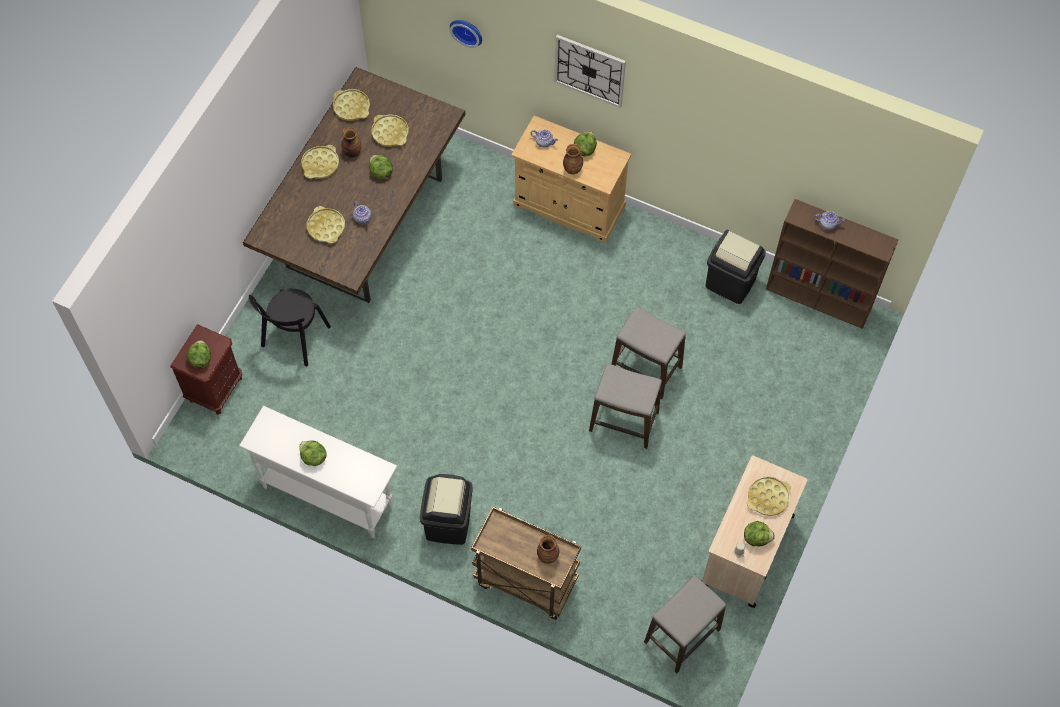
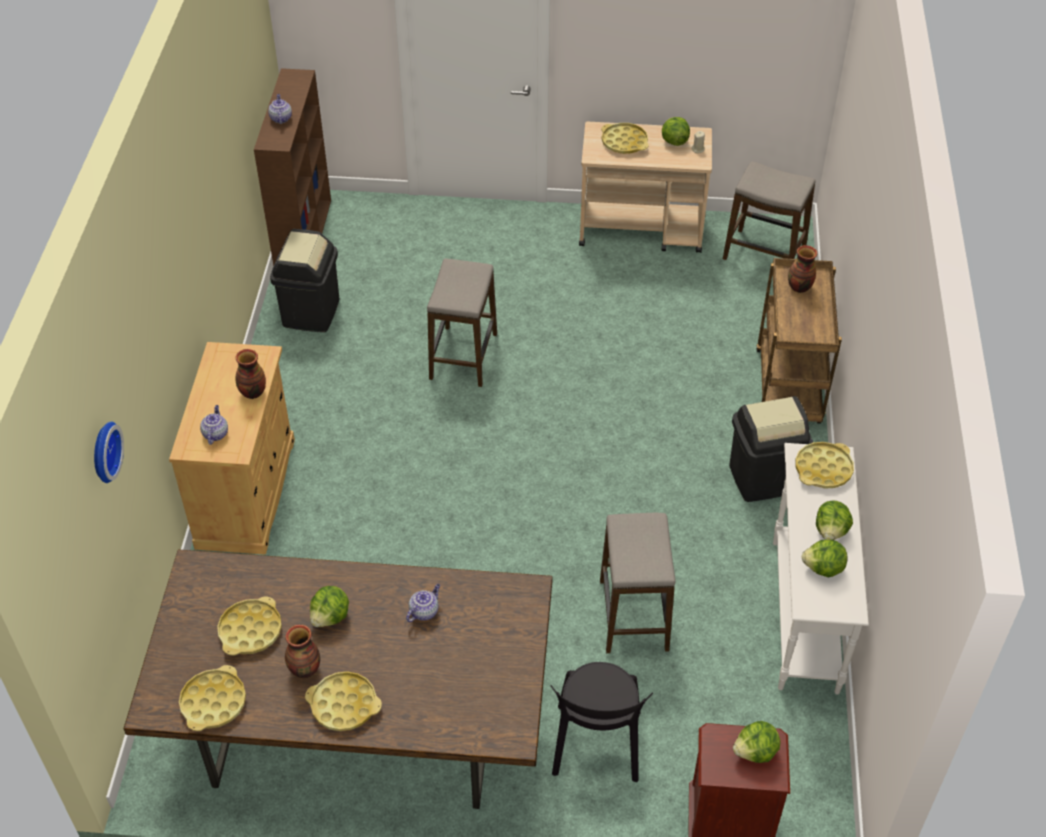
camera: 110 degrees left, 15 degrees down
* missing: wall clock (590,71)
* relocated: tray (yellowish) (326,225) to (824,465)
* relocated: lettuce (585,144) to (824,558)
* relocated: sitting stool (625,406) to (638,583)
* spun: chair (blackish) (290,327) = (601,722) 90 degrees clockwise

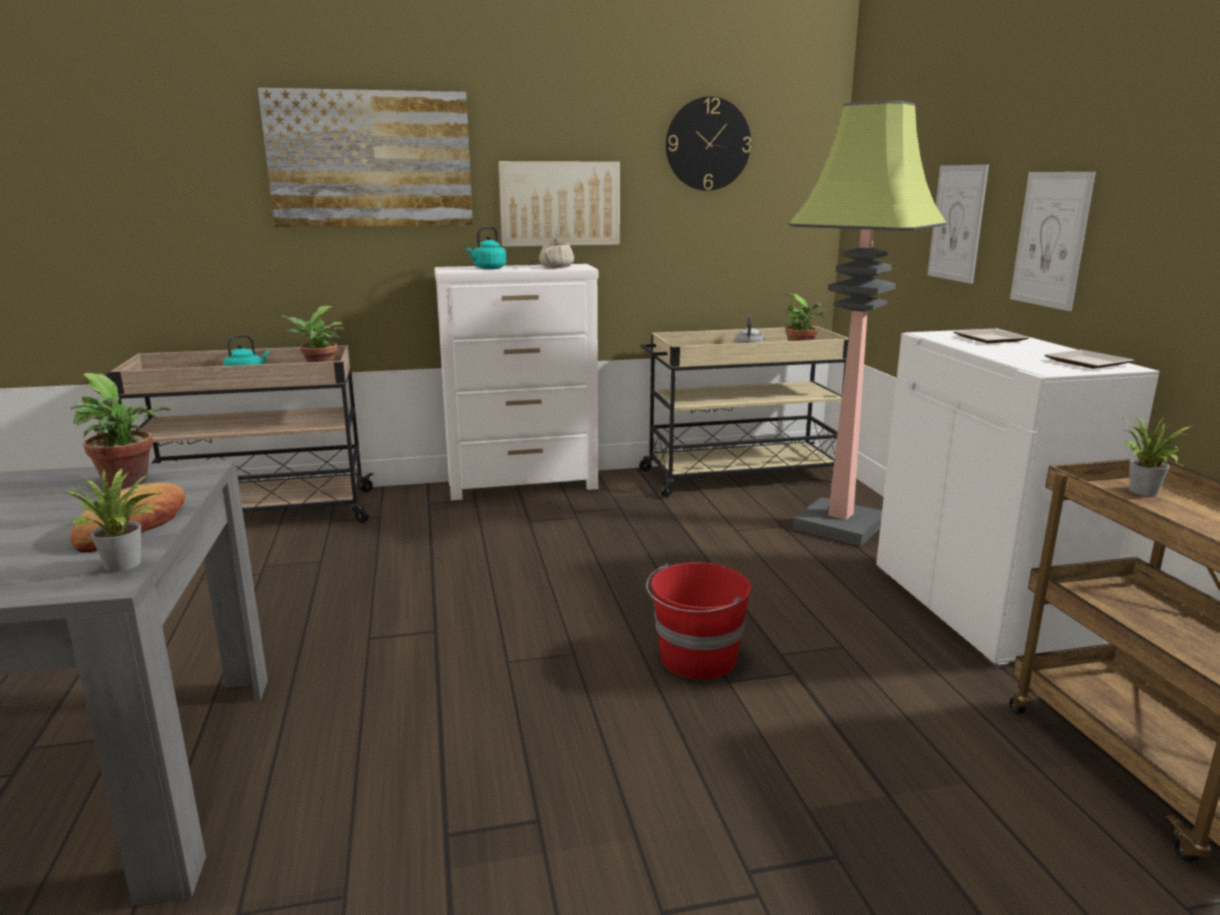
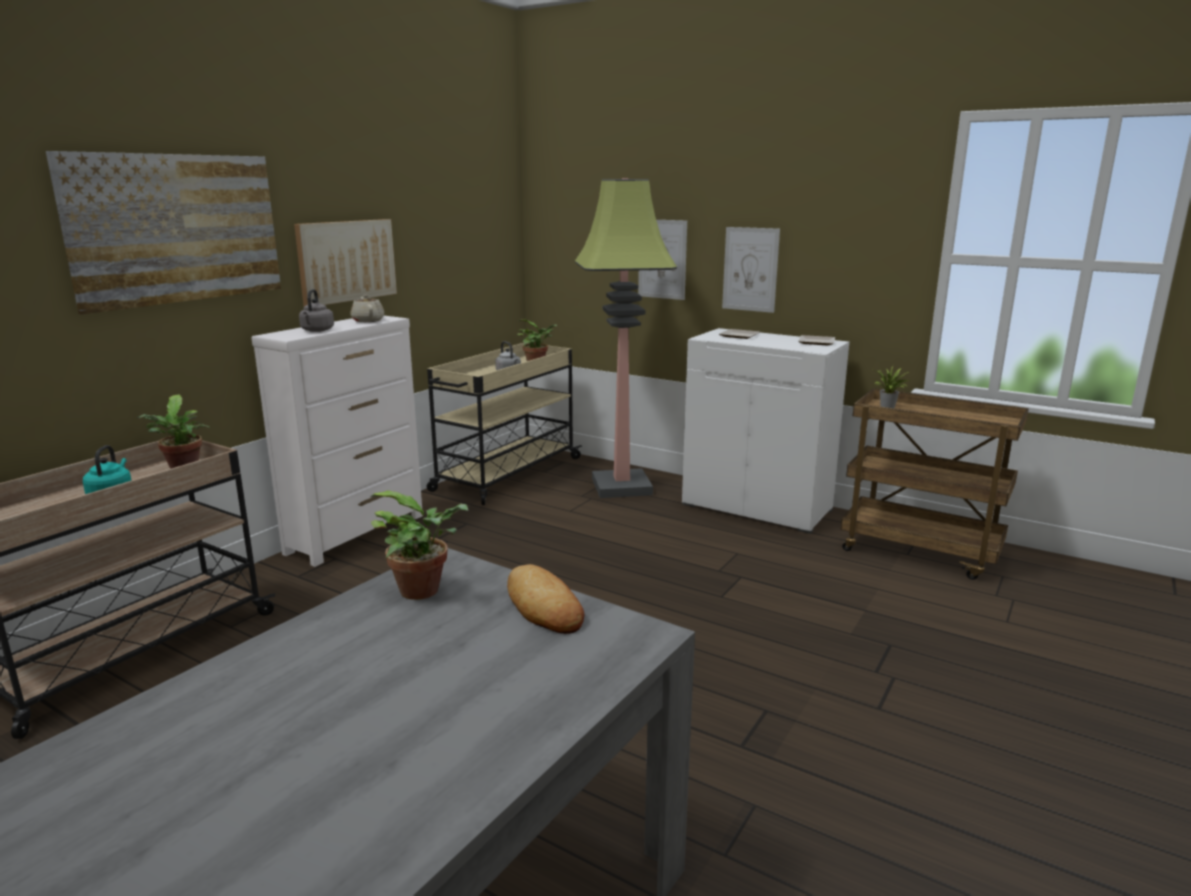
camera: 45 degrees left, 0 degrees up
* missing: potted plant (106,520)
* missing: bucket (red-coloured) (699,621)
* missing: wall clock (708,143)
* colour: kettle (turquoise) (486,247) to kettle (greyish) (316,310)

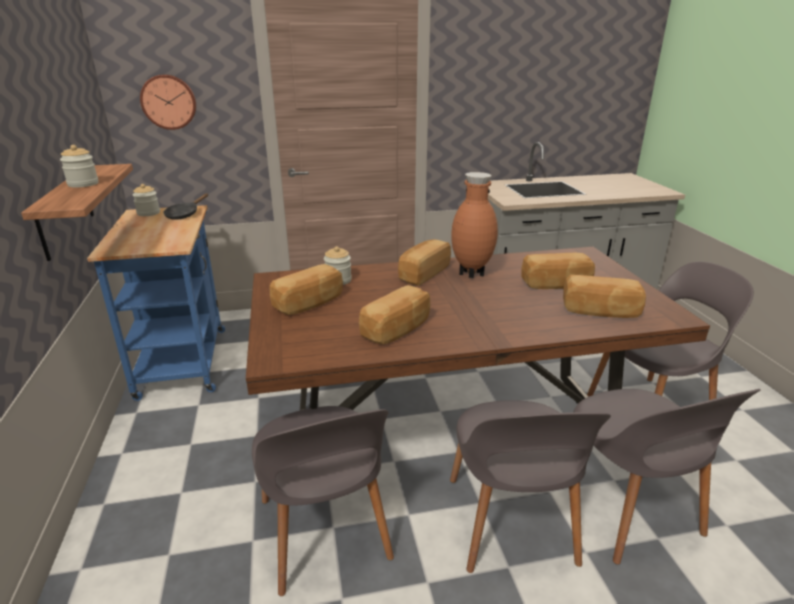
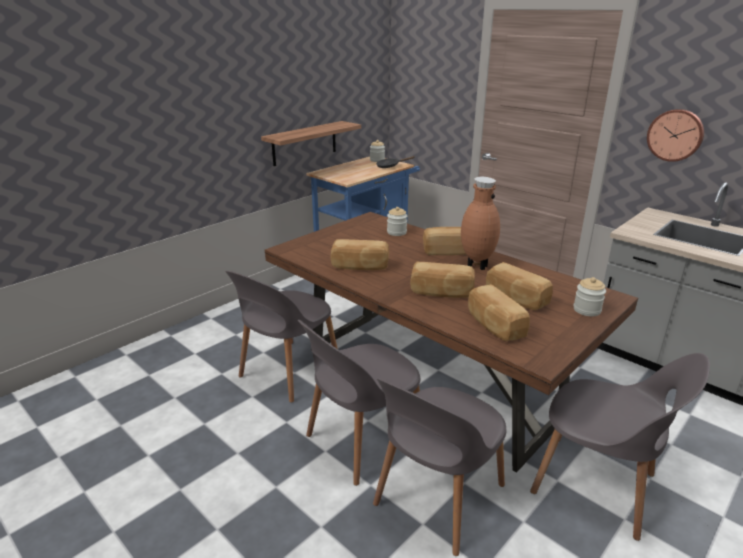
camera: 55 degrees right, 0 degrees up
* relocated: storage jar (79,166) to (590,296)
* relocated: wall clock (168,102) to (675,135)
* relocated: bread (306,289) to (442,280)

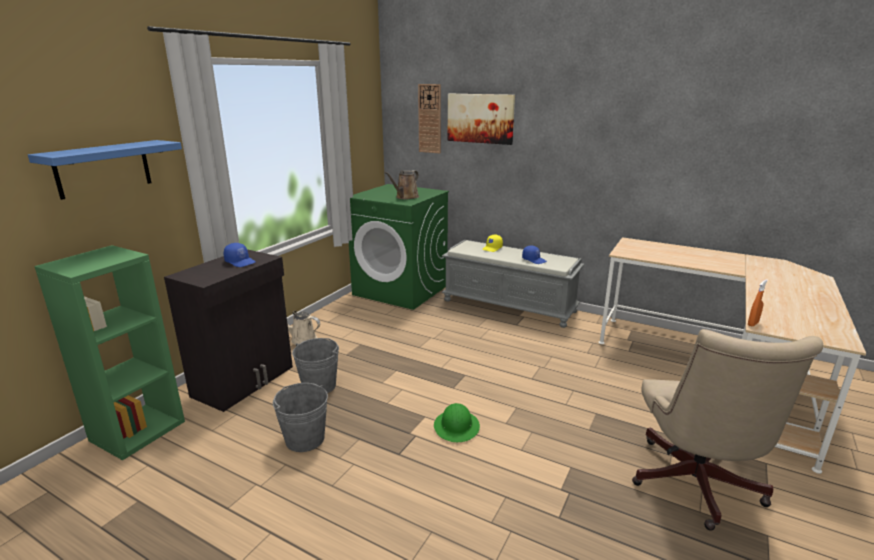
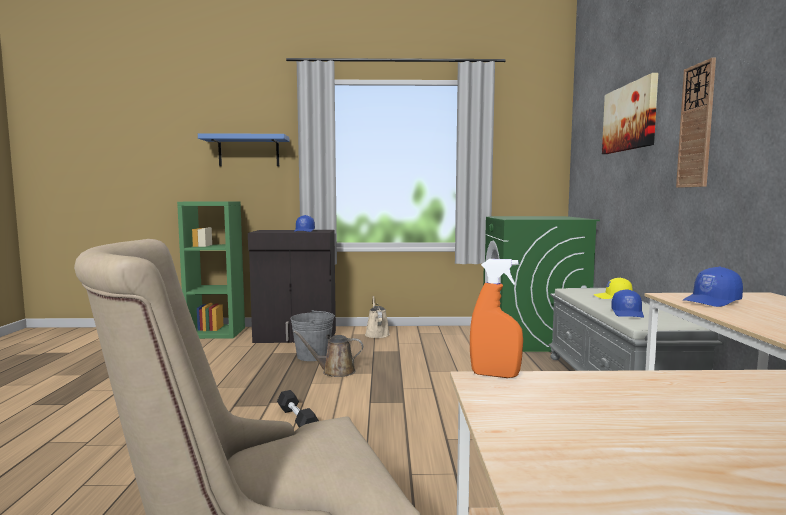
camera: 60 degrees right, 15 degrees down
* missing: bucket (greyish) (300,417)
* appeared: baseball cap (blue-coloured) (712,287)
* relocated: watering pot (brownish) (402,185) to (328,354)
* relocated: wall clock (429,118) to (696,123)
* exchanged: safety helmet (green) (457,422) to hand weight (blackish) (298,408)

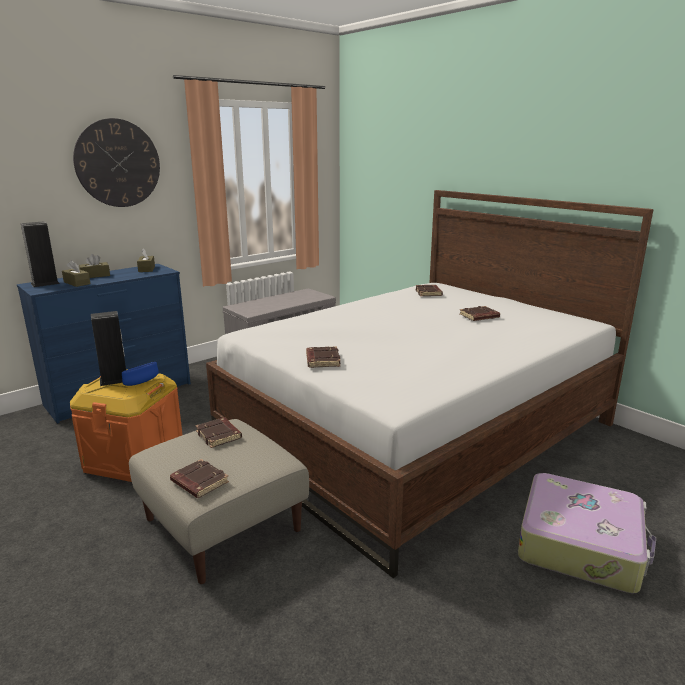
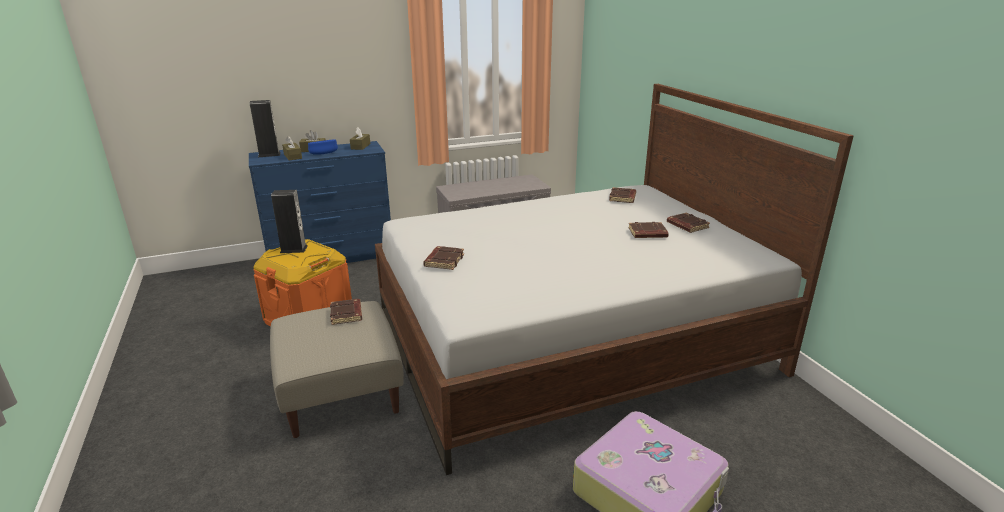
camera: 20 degrees right, 5 degrees up
* missing: wall clock (116,162)
* relocated: deep dish (blue-coloured) (140,374) to (323,147)
* relocated: bound book (brownish) (199,478) to (688,223)

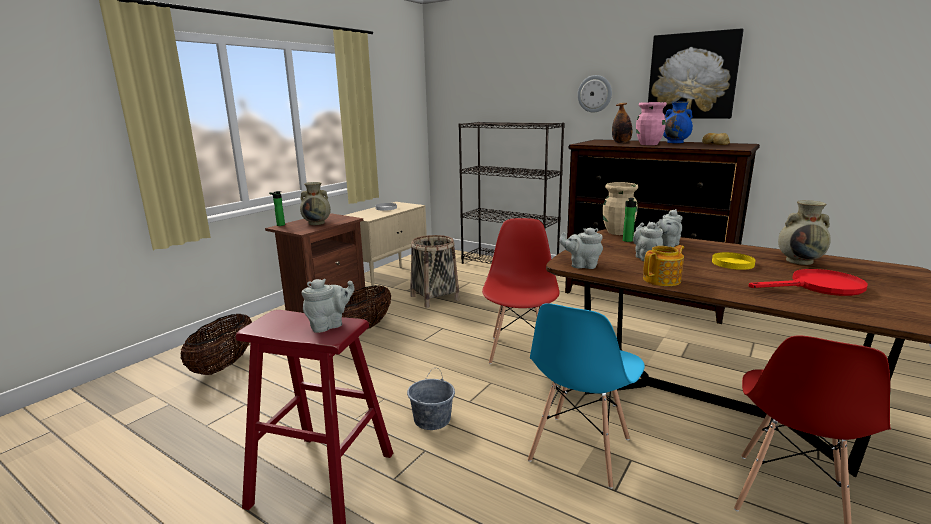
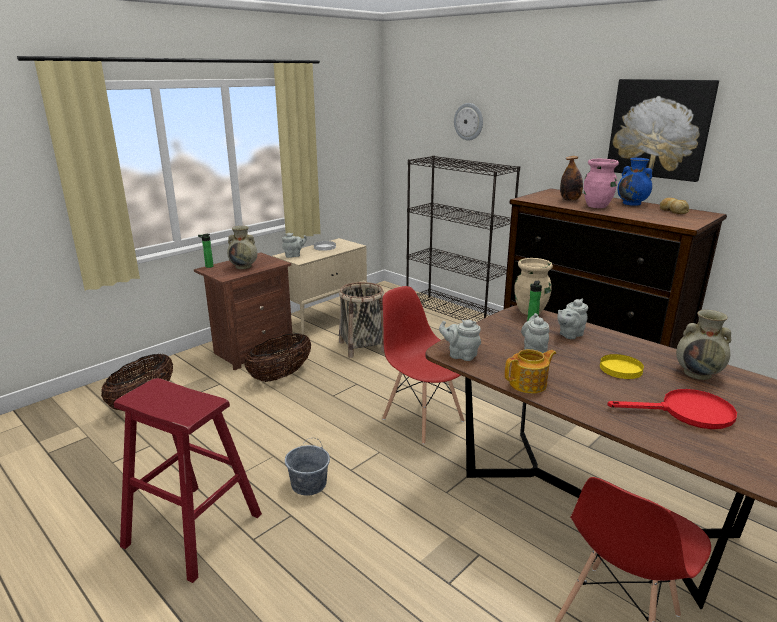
camera: 10 degrees right, 5 degrees up
* missing: chair (blue-coloured) (586,396)
* relocated: tea pot (greyish) (328,306) to (294,245)
* relocated: wall clock (594,94) to (468,122)
* spun: chair (red-coloured) (521,291) = (423,365) 60 degrees counterclockwise

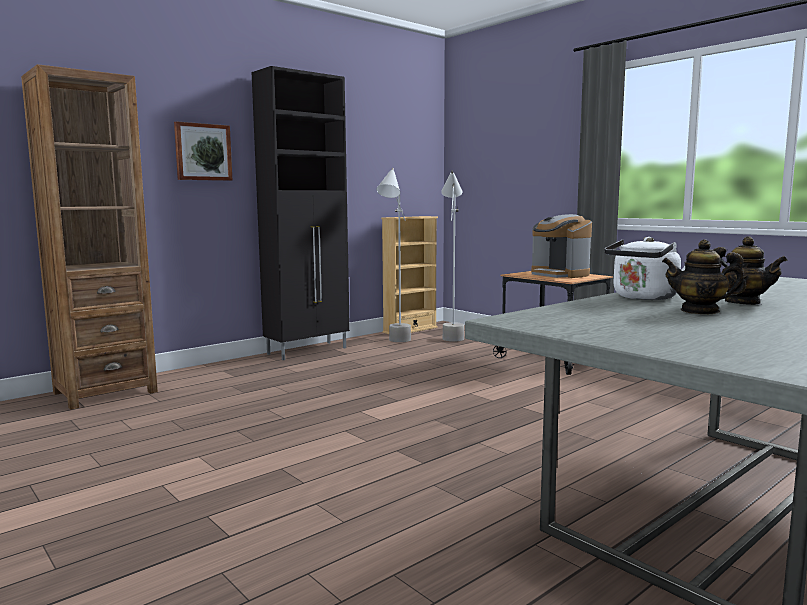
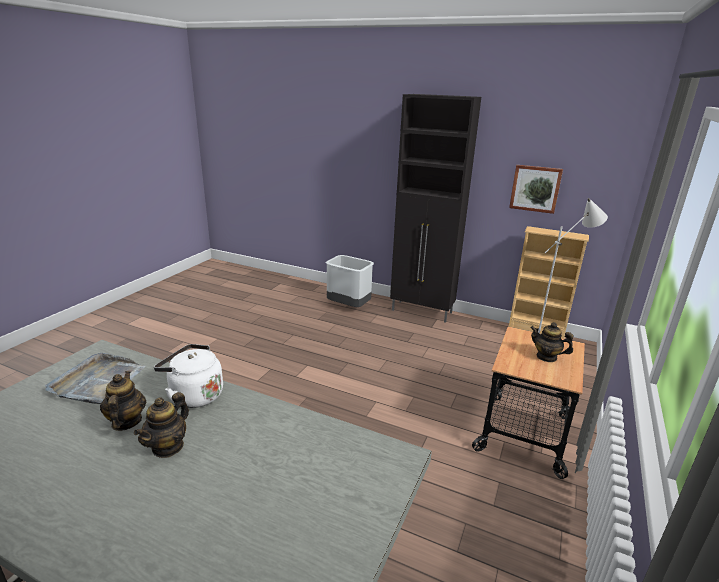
camera: 65 degrees right, 15 degrees up
* missing: shelving unit (brownish) (89,237)
* missing: floor lamp (greyish) (394,255)
* appeared: tray (greyish) (95,378)
* appeared: rubbish bin (greyish) (350,281)
* relocated: wall picture (203,151) to (536,189)
* exchanged: coffee machine (561,246) to tea pot (551,342)

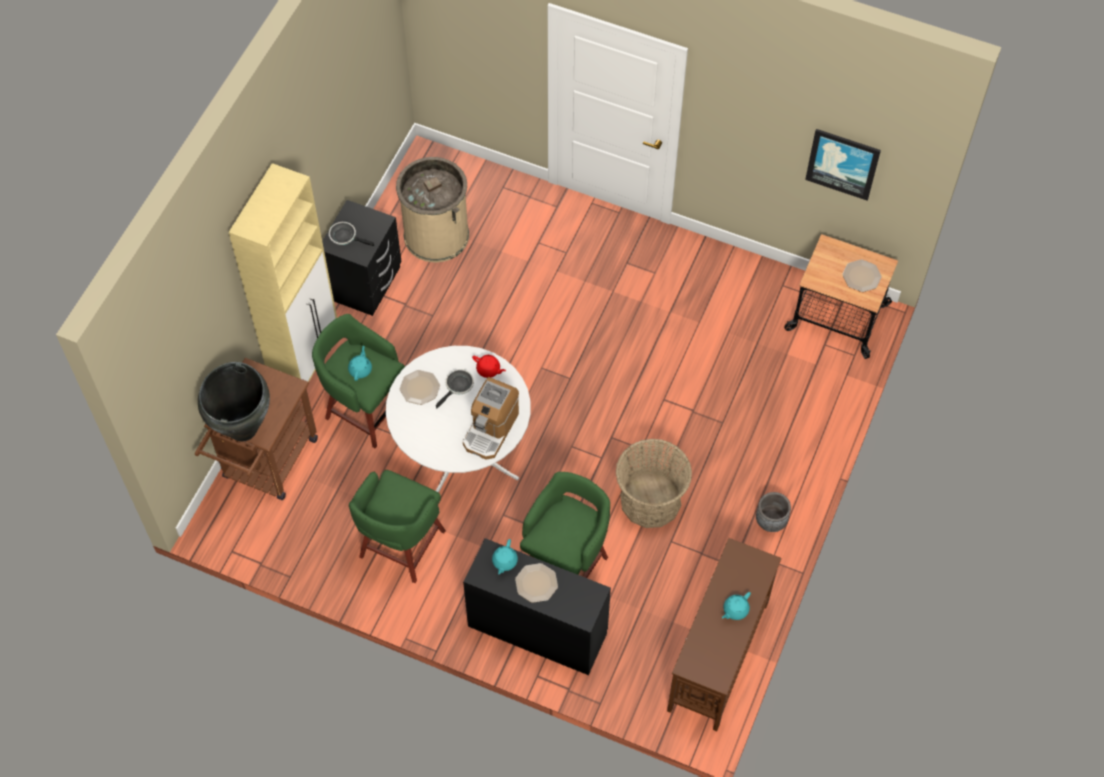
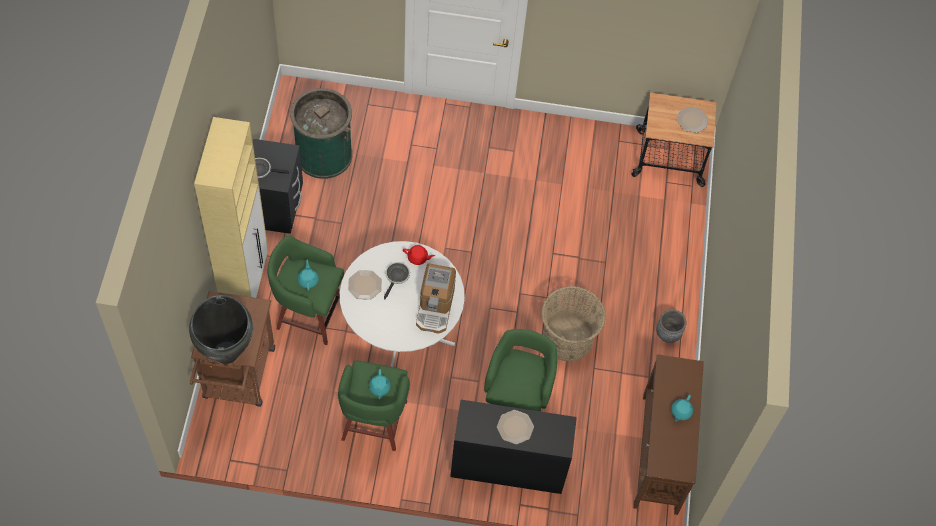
camera: 20 degrees left, 0 degrees up
* missing: wall picture (843,165)
* relocated: tea pot (turquoise) (505,556) to (379,384)
* colour: rubbish bin (beige) (432,209) to rubbish bin (green) (321,133)

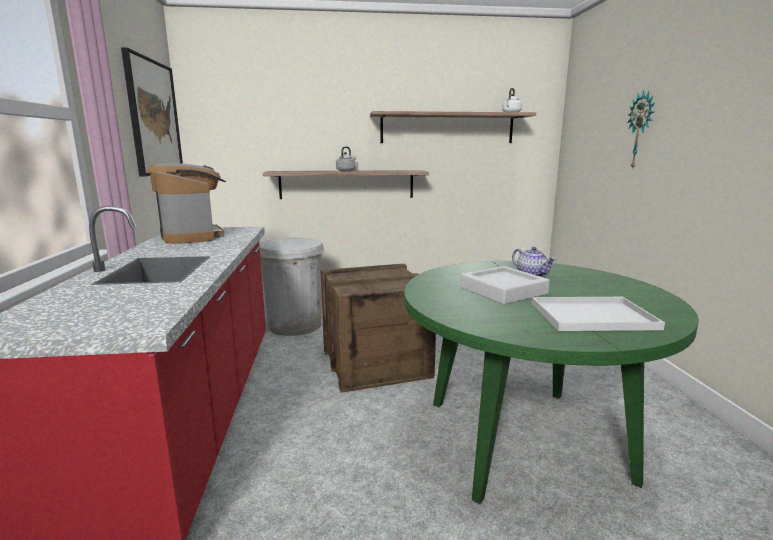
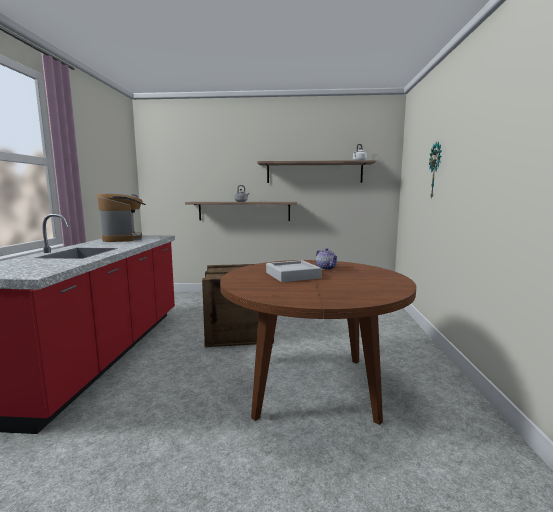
camera: 10 degrees right, 5 degrees down
* missing: wall picture (152,112)
* missing: rubbish bin (white-coloured) (291,287)
* missing: tray (white-coloured) (598,314)
* colour: dinner table (green) (551,382) to dinner table (brownish) (318,342)

